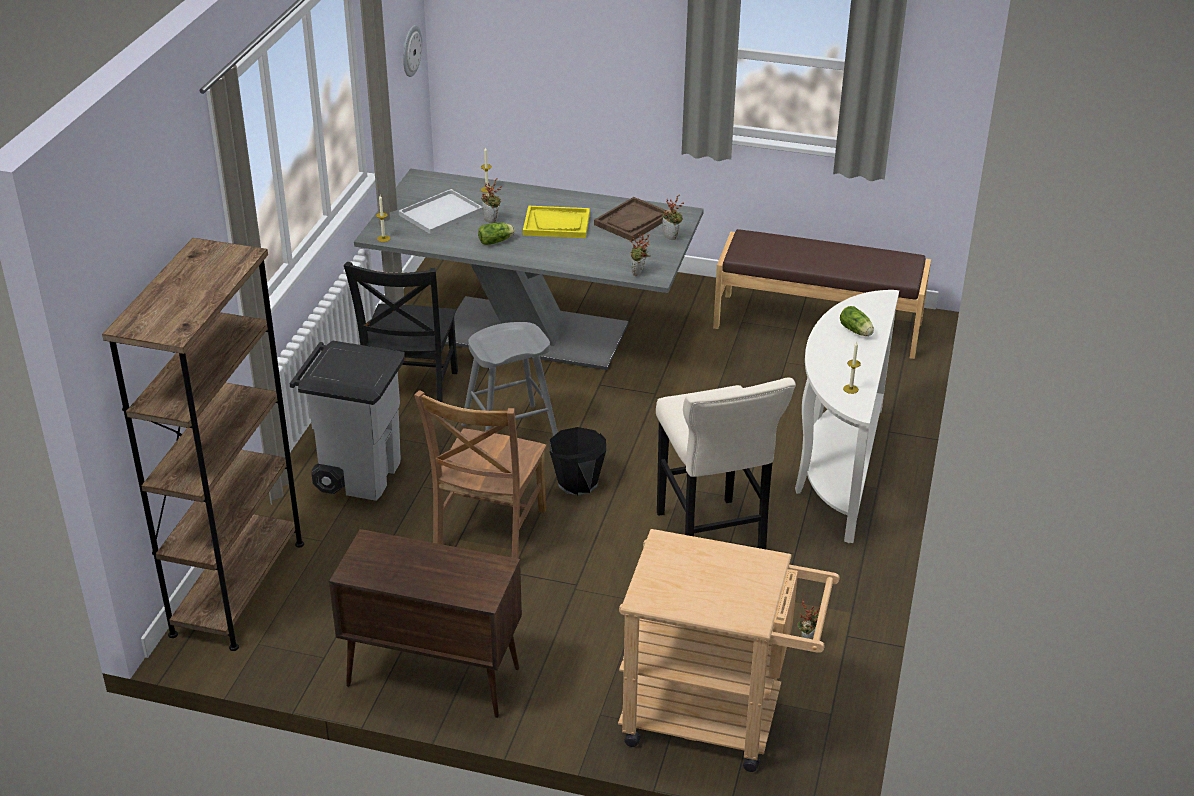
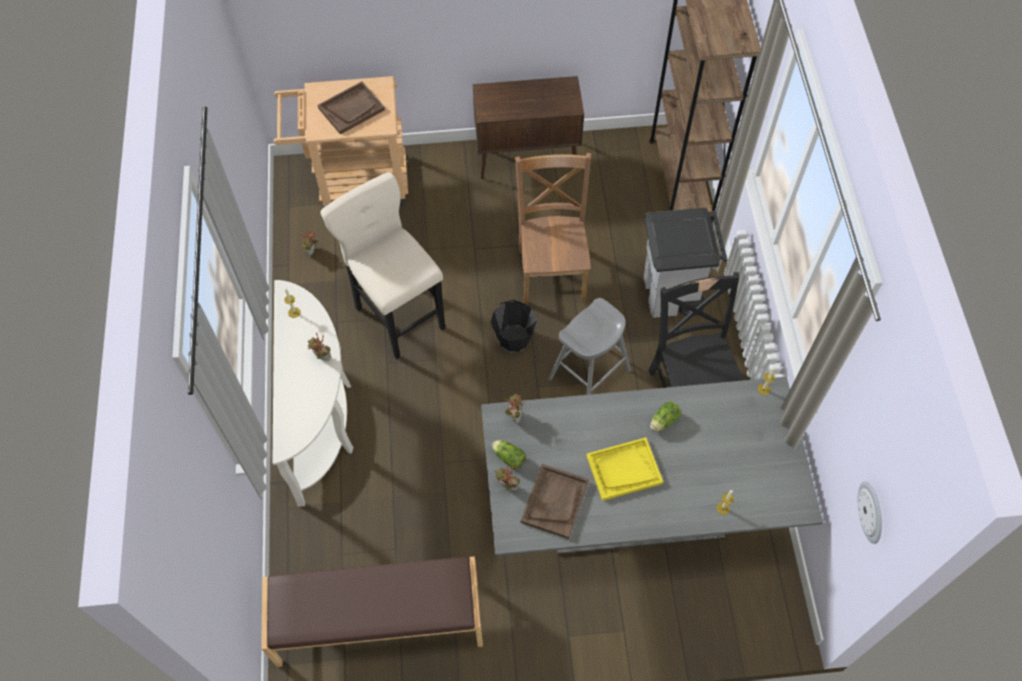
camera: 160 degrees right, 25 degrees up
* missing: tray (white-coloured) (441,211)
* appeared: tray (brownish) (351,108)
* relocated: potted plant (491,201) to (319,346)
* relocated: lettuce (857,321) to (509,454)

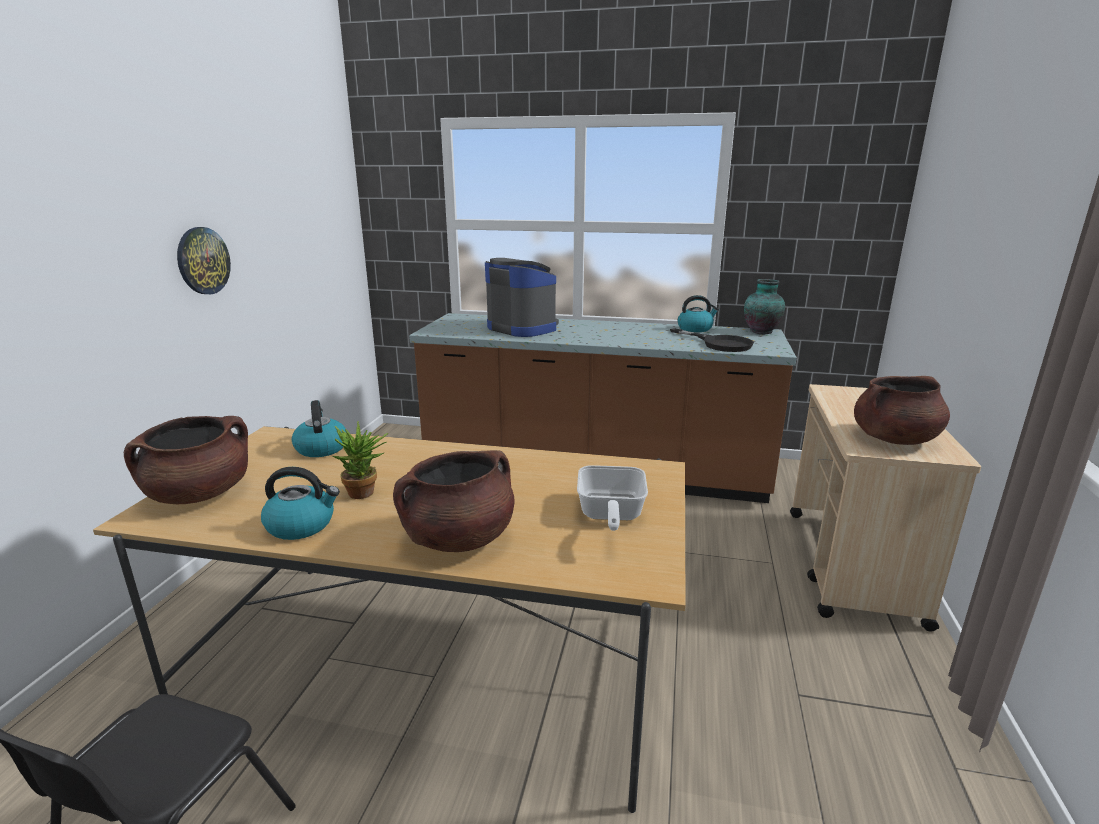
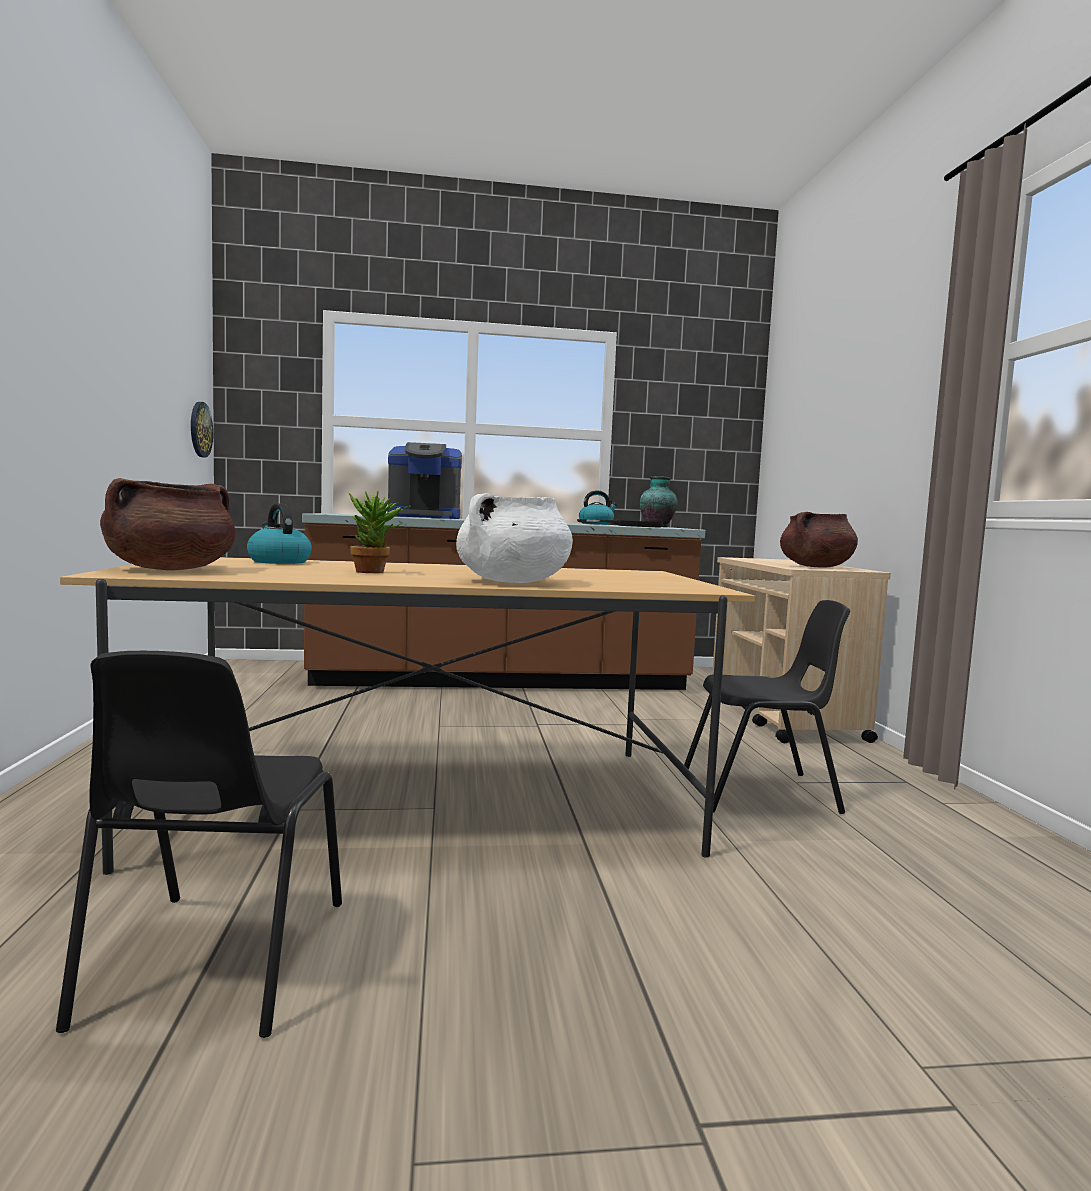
camera: 20 degrees left, 15 degrees down
* missing: kettle (300,503)
* missing: skillet (612,498)
* appeared: chair (blackish) (767,707)
* relocated: wall clock (204,260) to (202,430)
* colour: cooking pot (brownish) (454,501) to cooking pot (white-coloured) (514,538)
* spun: coffee machine (522,297) = (424,480) 150 degrees clockwise

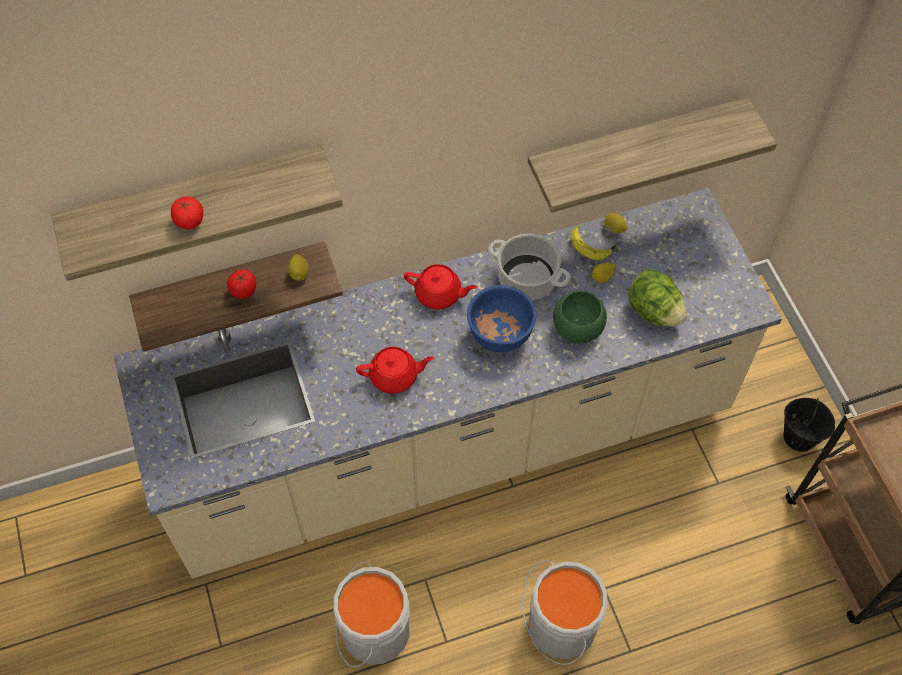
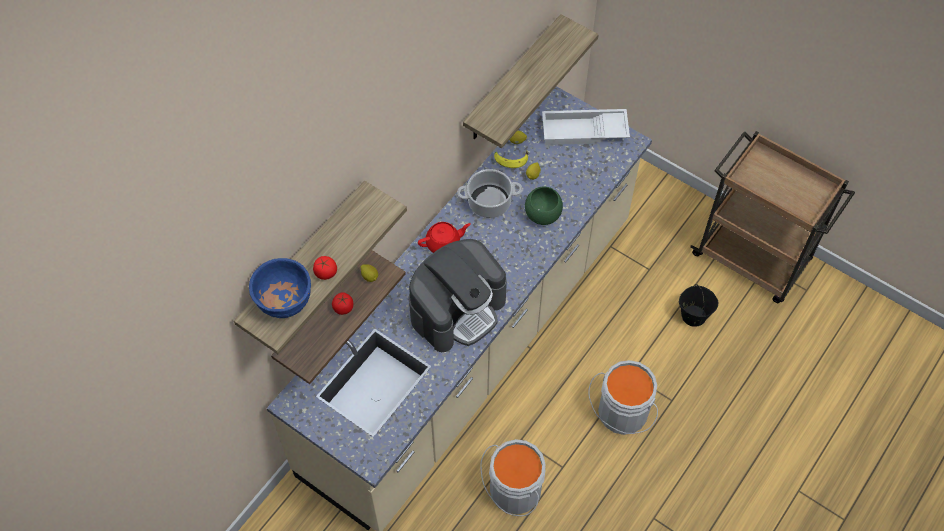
camera: 35 degrees left, 0 degrees up
* missing: lettuce (657,298)
* appeared: tray (white-coloured) (586,127)
* relocated: deep dish (blue-coloured) (501,319) to (280,288)
* relocated: bucket (blackish) (809,424) to (698,305)
* exchanged: tea pot (red-coloured) (395,370) to coffee machine (458,295)

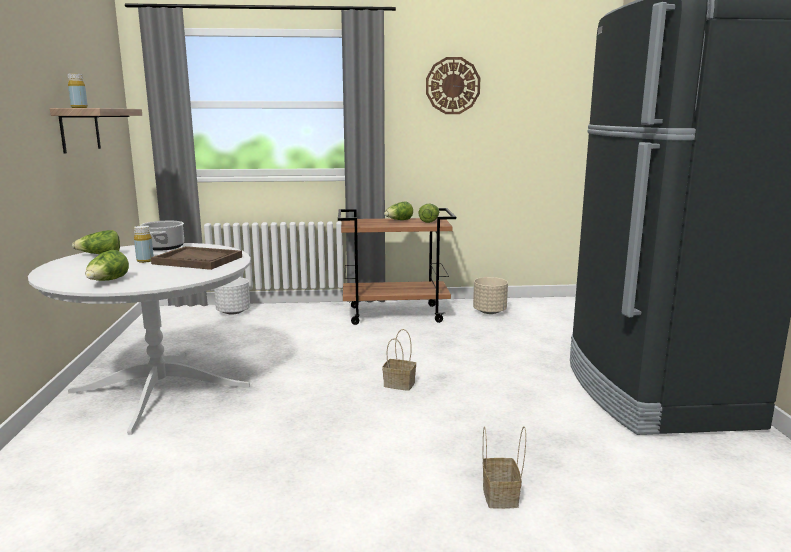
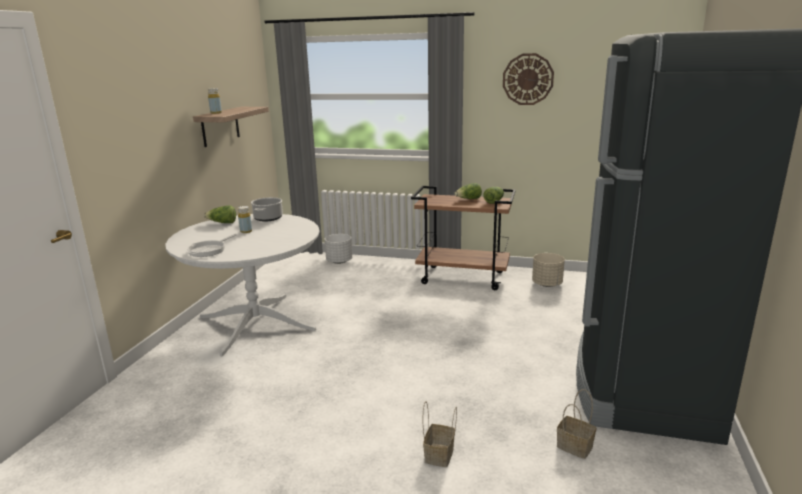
camera: 20 degrees right, 5 degrees up
* missing: tray (brownish) (196,258)
* relocated: storage basket (399,360) to (576,424)
* exchanged: lettuce (107,265) to skillet (212,245)

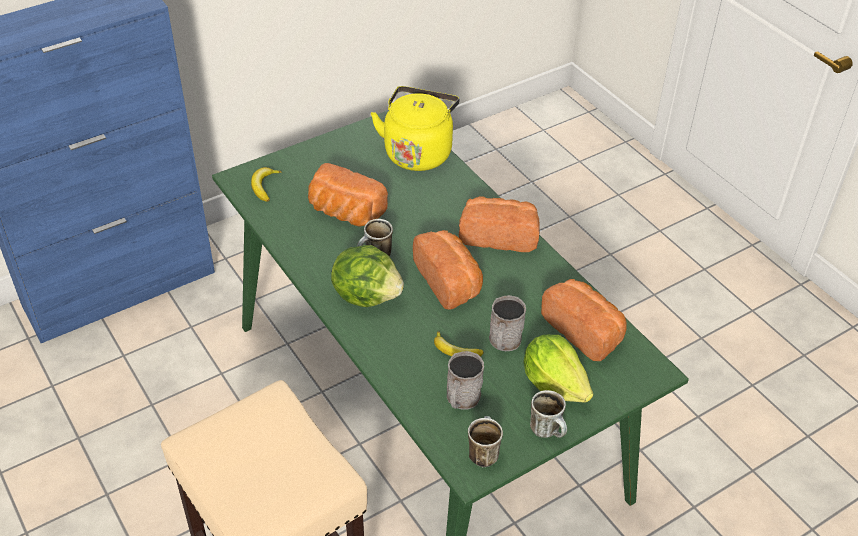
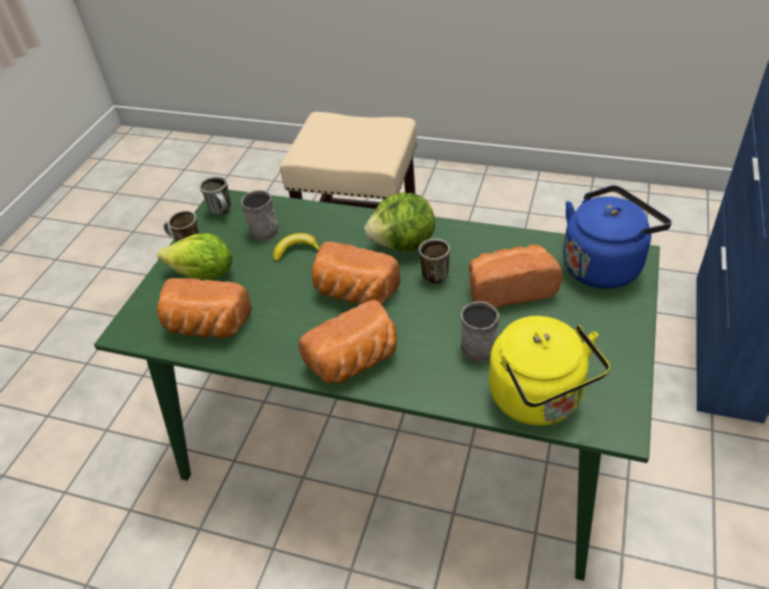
camera: 145 degrees right, 0 degrees up
* relocated: coffee mug (greyish) (507,323) to (480,331)
* exchanged: banana fruit (266,184) to kettle (blue-coloured) (617,237)

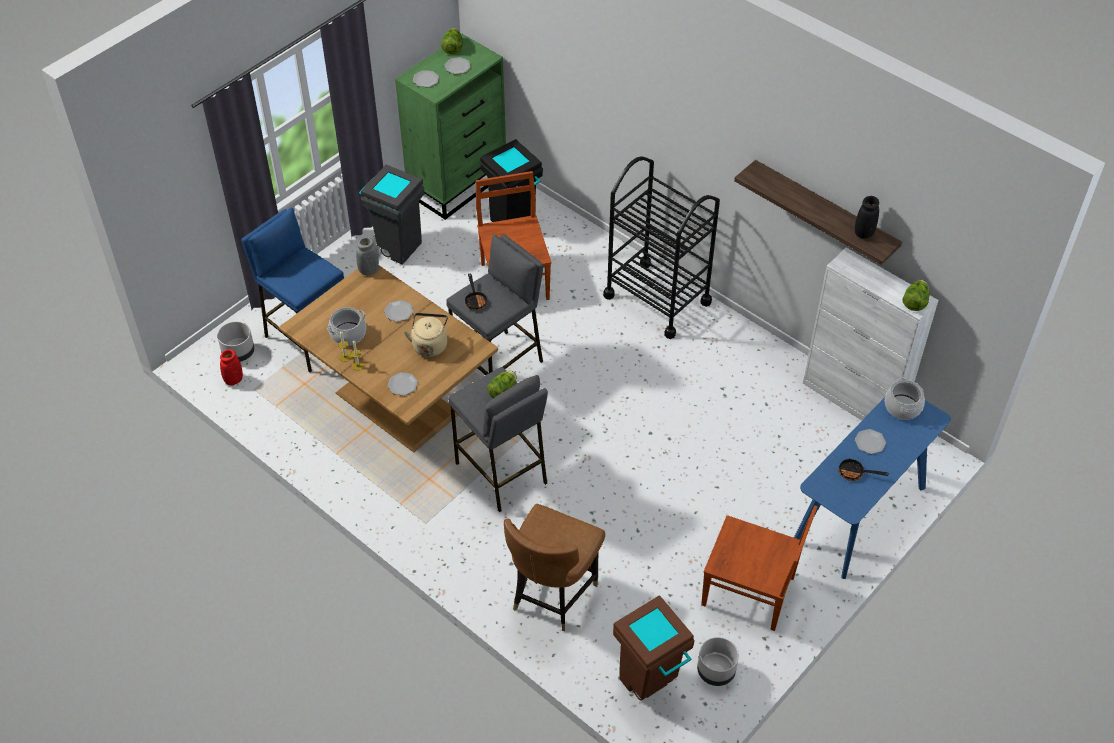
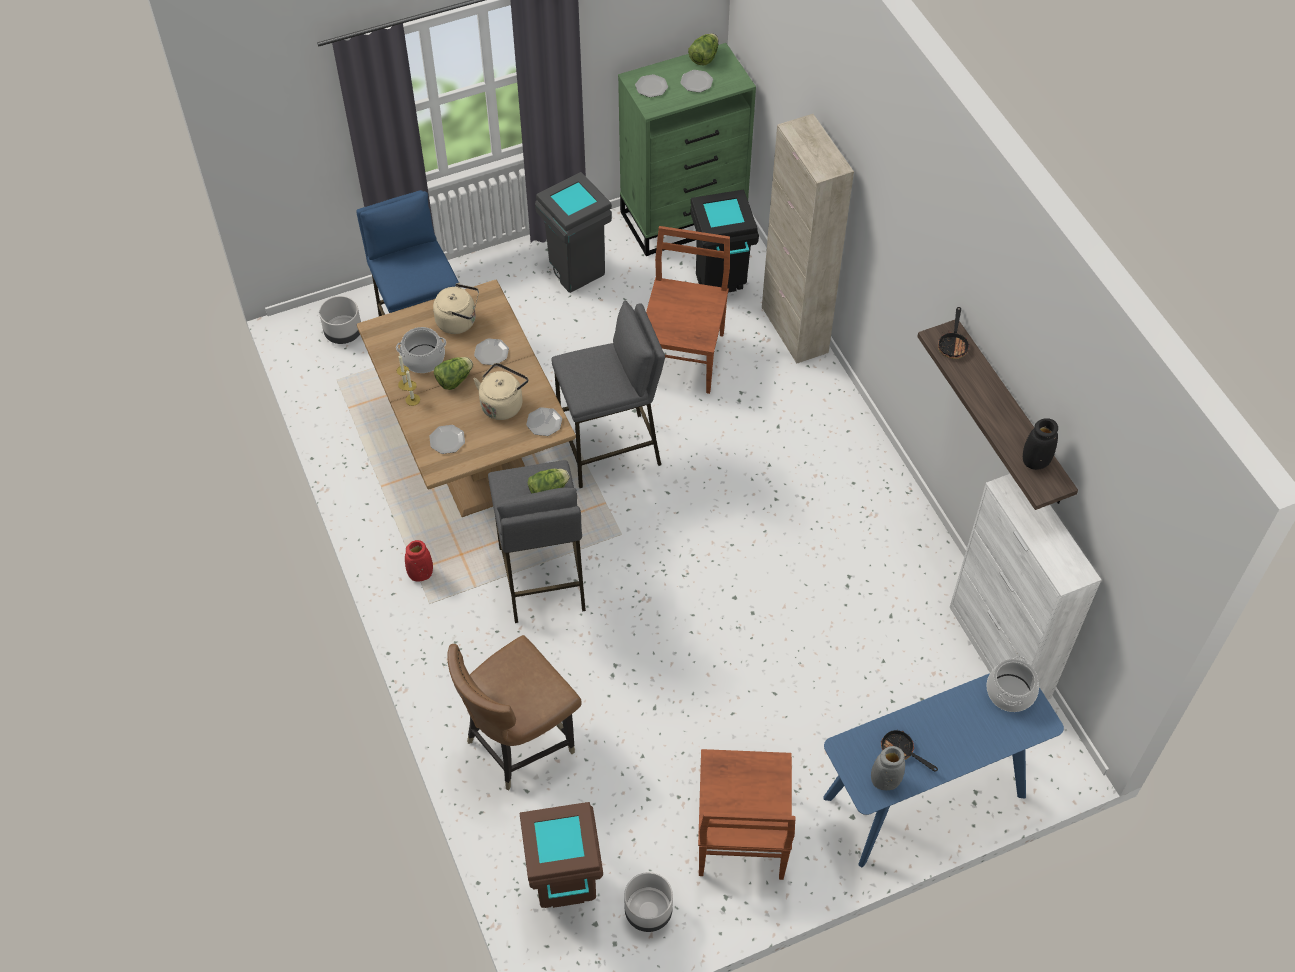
camera: 25 degrees right, 5 degrees up
* missing: cart (blackish) (661,247)
* appeared: kettle (beige) (456,308)
* appeared: cupboard (beige) (808,239)
* relocated: decorative vase (red-coloured) (231,367) to (419,561)
* relocated: decorative vase (greyish) (367,256) to (888,768)
* relocated: skillet (476,292) to (954,333)
* relocated: plate (870,441) to (544,421)
* relocated: lettuce (916,295) to (453,373)
* spun: chair (brownish) (759,568) = (747,814) 45 degrees clockwise

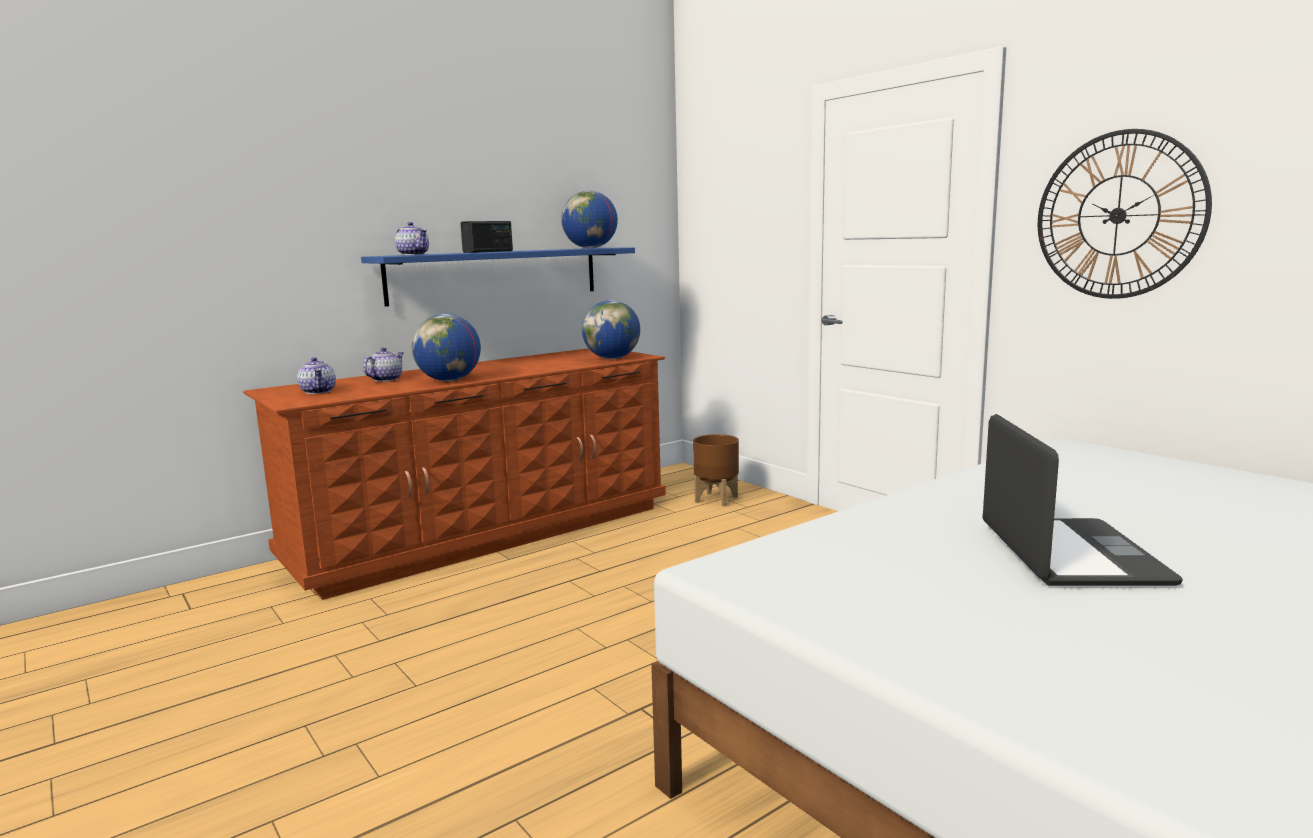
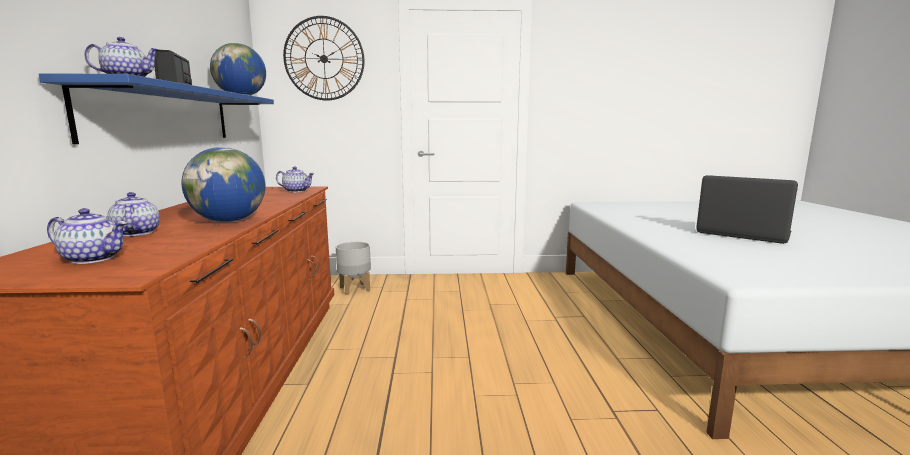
camera: 55 degrees left, 0 degrees up
* relocated: wall clock (1125,214) to (323,58)
* exchanged: globe (611,329) to tea pot (295,179)
* colour: planter (brownish) (716,470) to planter (greyish) (353,268)

